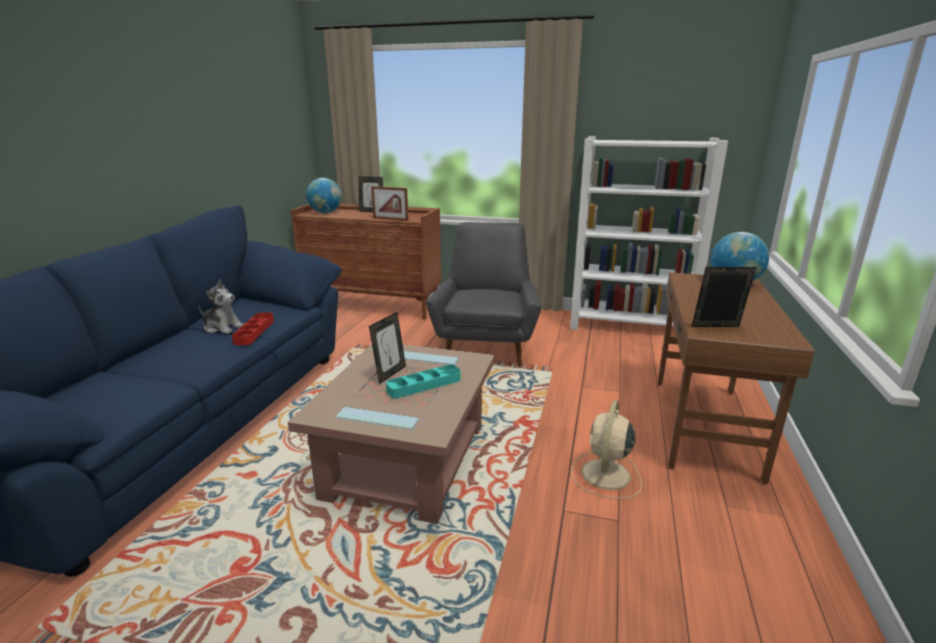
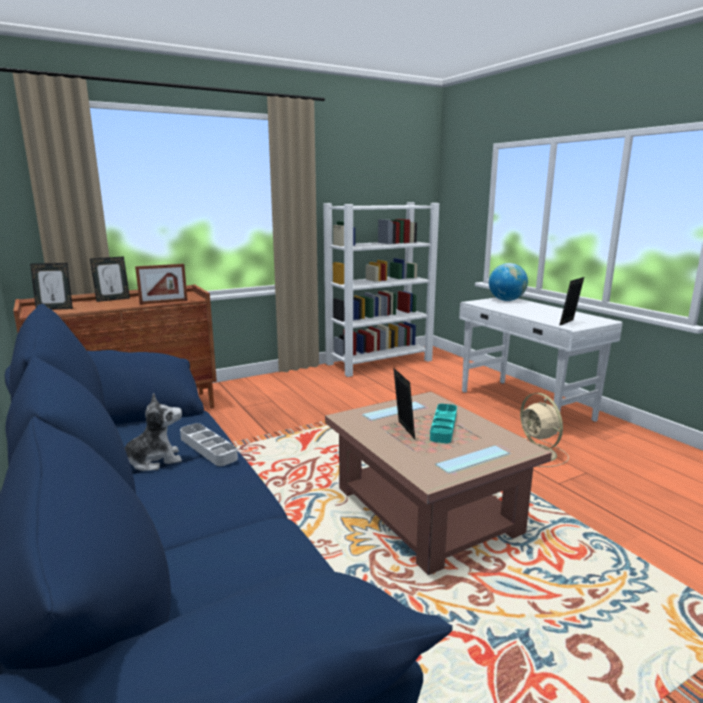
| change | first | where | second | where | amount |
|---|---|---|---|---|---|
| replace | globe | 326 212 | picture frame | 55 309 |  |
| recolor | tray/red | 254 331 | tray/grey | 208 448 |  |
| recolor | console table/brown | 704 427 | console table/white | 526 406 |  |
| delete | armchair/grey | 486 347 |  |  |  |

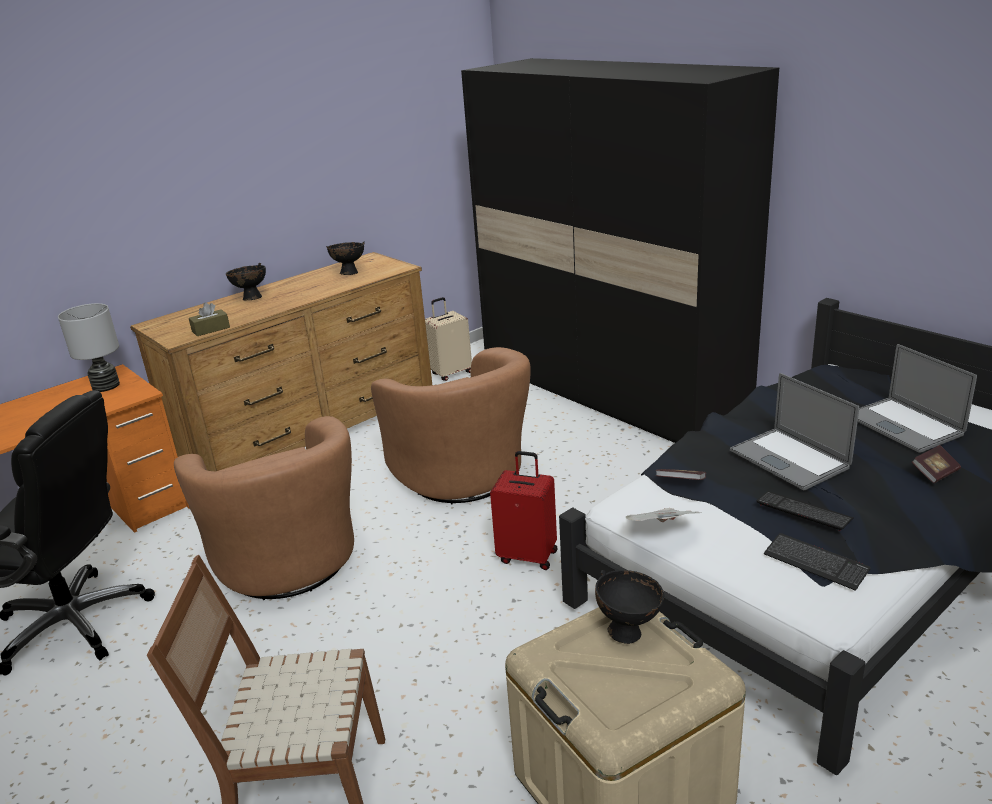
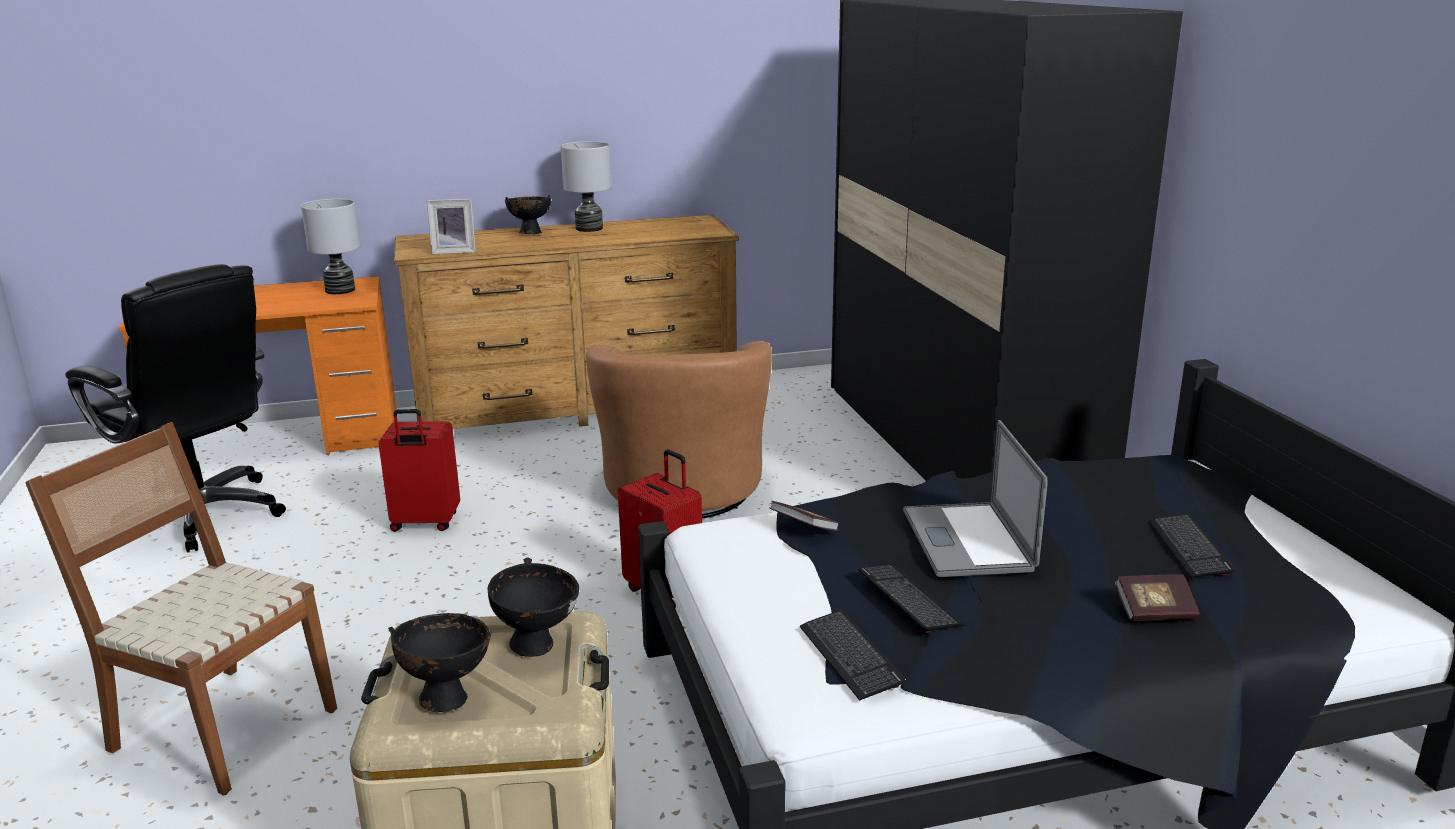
| change | first | where | second | where | amount |
|---|---|---|---|---|---|
| replace | armchair/brown | 288 564 | suitcase/red | 425 523 |  |
| move | bowl/black | 349 273 |  | 446 698 |  |
| replace | tissue box/brown | 211 329 | picture frame | 454 251 |  |
| insert |  |  | table lamp/grey | 589 228 |  |
| replace | laptop | 903 425 | keyboard | 1189 548 |  |
| delete | suitcase/beige | 451 373 |  |  |  |
| delete | newspaper | 661 531 |  |  |  |

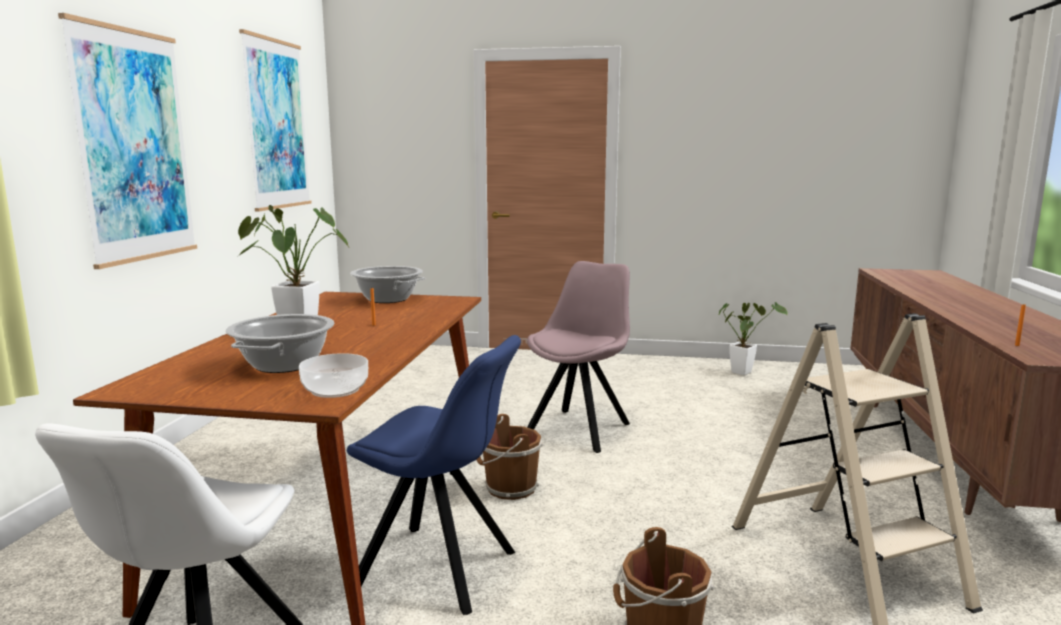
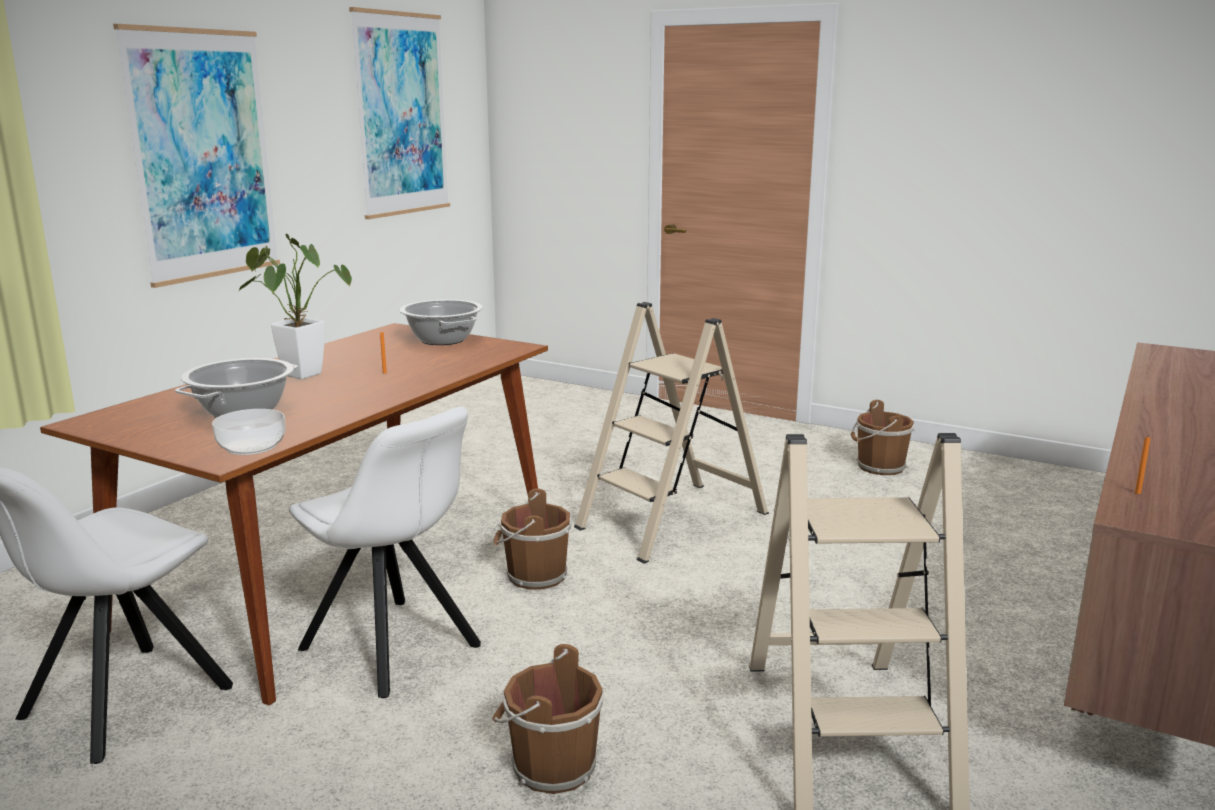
| change | first | where | second | where | amount |
|---|---|---|---|---|---|
| recolor | chair/blue | 438 568 | chair/white | 392 647 |  |
| replace | chair/pink | 579 430 | step ladder/beige | 675 519 |  |
| insert |  |  | bucket/brown | 878 467 |  |
| delete | potted plant | 744 372 |  |  |  |

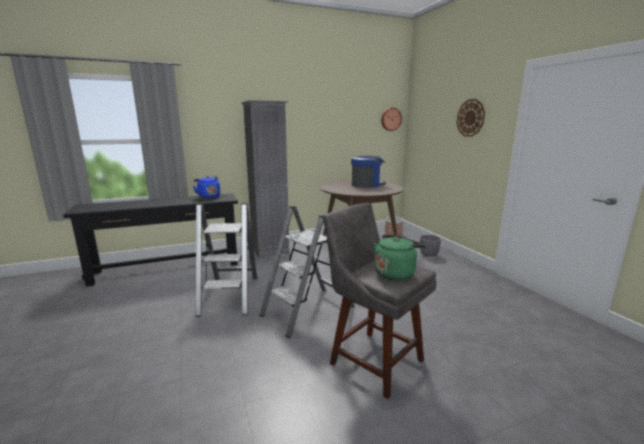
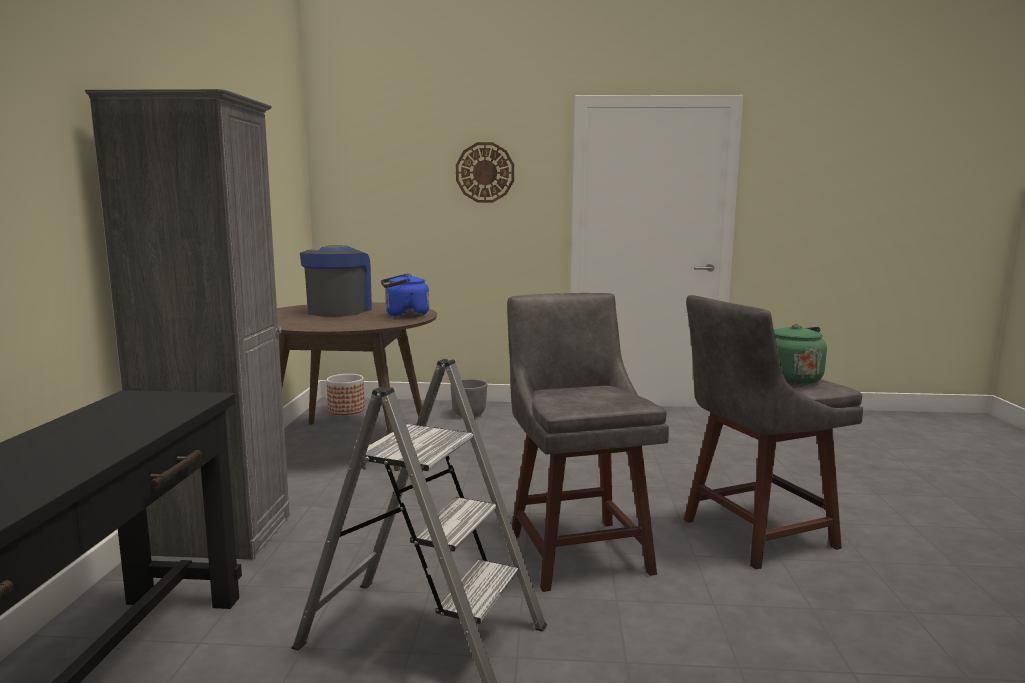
| change | first | where | second | where | amount |
|---|---|---|---|---|---|
| move | kettle/blue | 208 197 |  | 404 315 |  |
| replace | step ladder/grey | 309 310 | stool/grey | 577 550 |  |
| delete | wall clock | 390 119 |  |  |  |

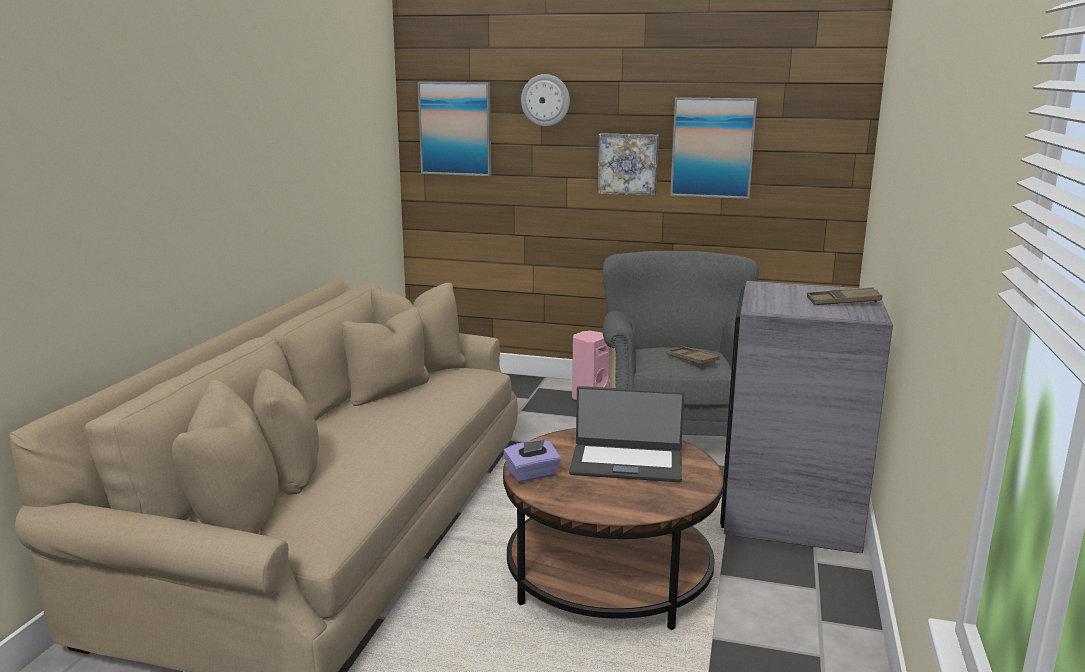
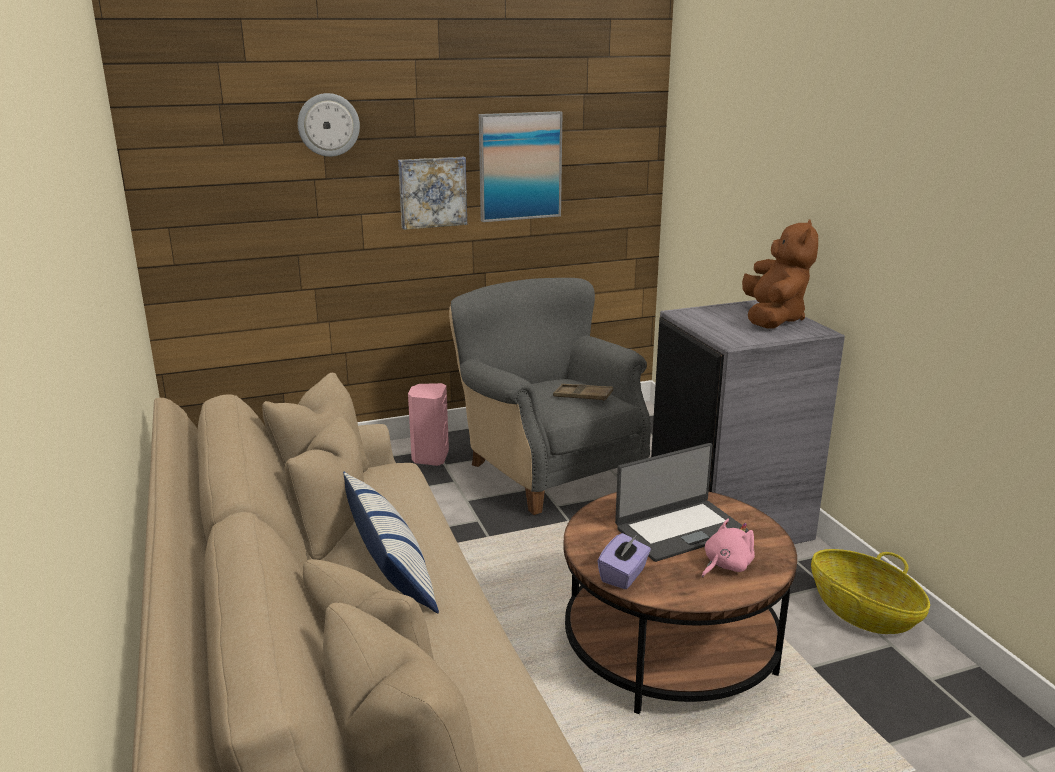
| change | first | where | second | where | amount |
|---|---|---|---|---|---|
| insert |  |  | pillow | 391 569 |  |
| insert |  |  | plush toy/pink | 725 565 |  |
| replace | tray/brown | 843 302 | plush toy/brown | 772 319 |  |
| insert |  |  | basket | 862 612 |  |
| delete | picture | 455 128 |  |  |  |

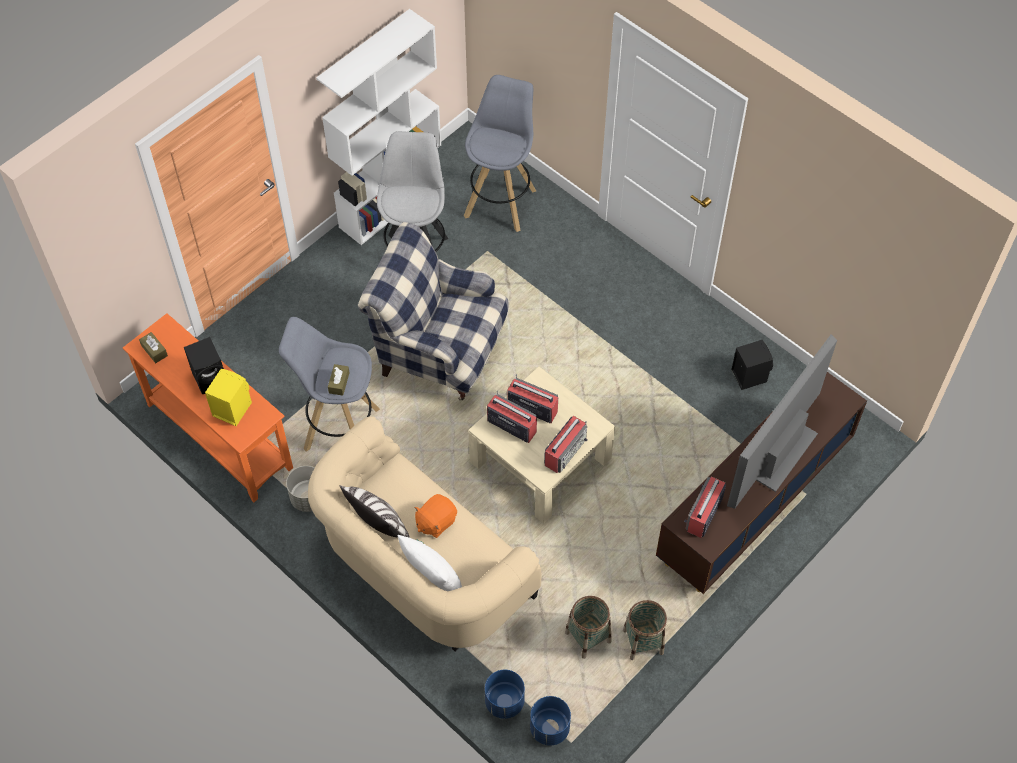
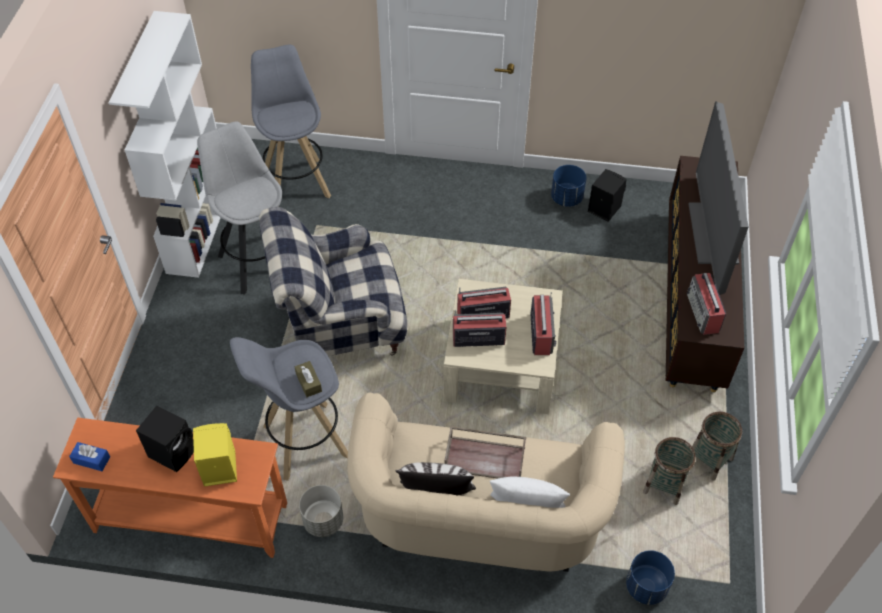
| change | first | where | second | where | amount |
|---|---|---|---|---|---|
| recolor | tissue box/brown | 154 350 | tissue box/blue | 91 460 |  |
| replace | plush toy/orange | 435 521 | tray/brown | 485 458 |  |
| move | planter/blue | 549 728 |  | 566 198 |  |

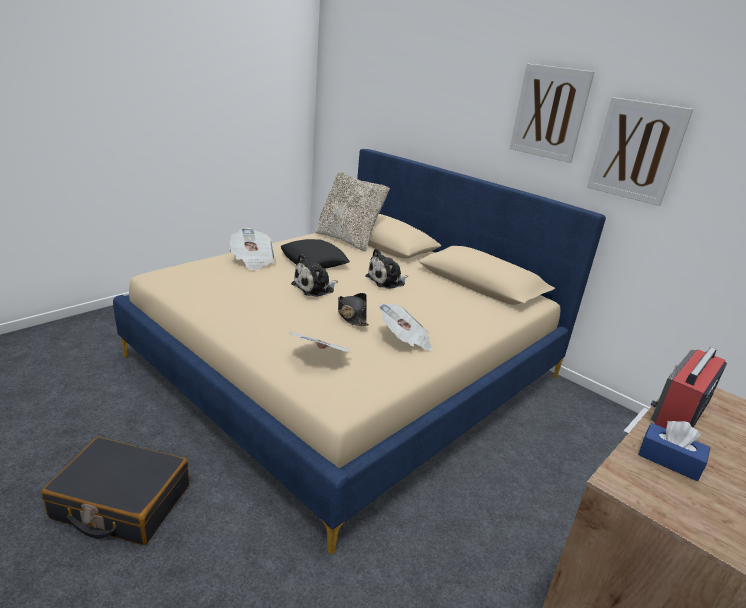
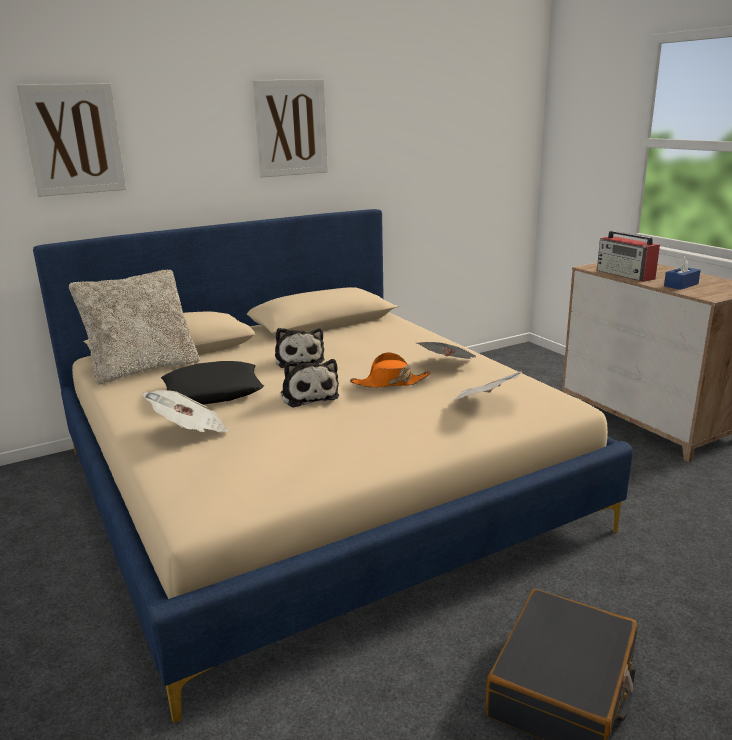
| change | first | where | second | where | amount |
|---|---|---|---|---|---|
| move | picture | 636 151 |  | 73 140 |  |
| recolor | hat/black | 351 315 | hat/orange | 390 383 |  |

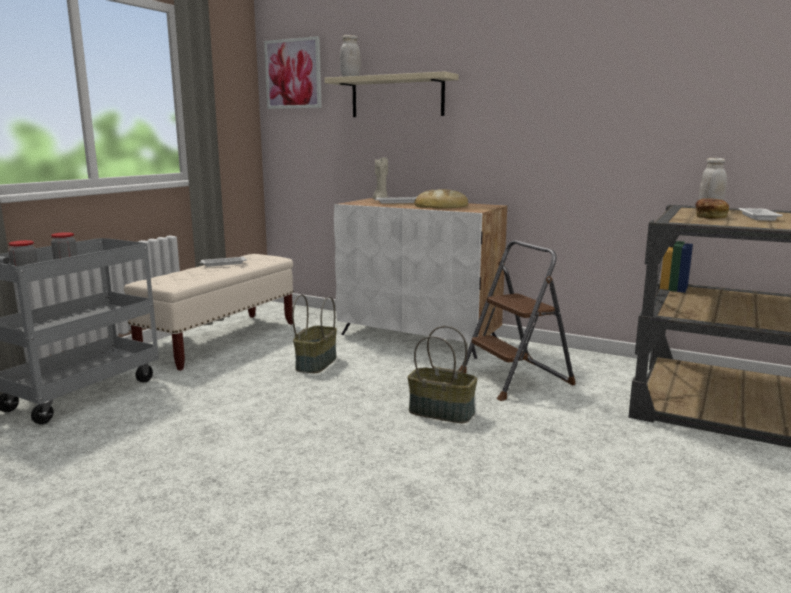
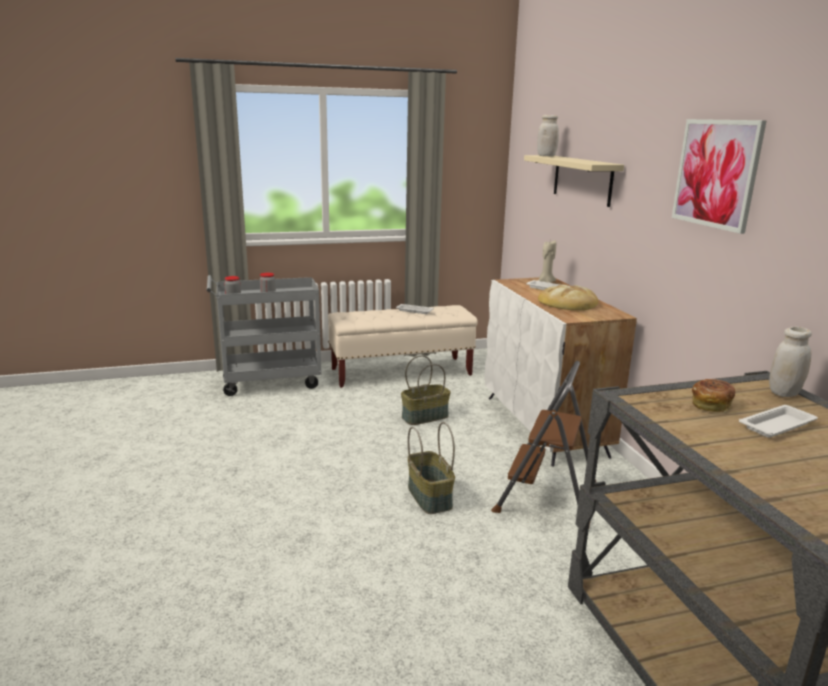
| change | first | where | second | where | amount |
|---|---|---|---|---|---|
| move | picture | 293 74 |  | 716 173 |  |

